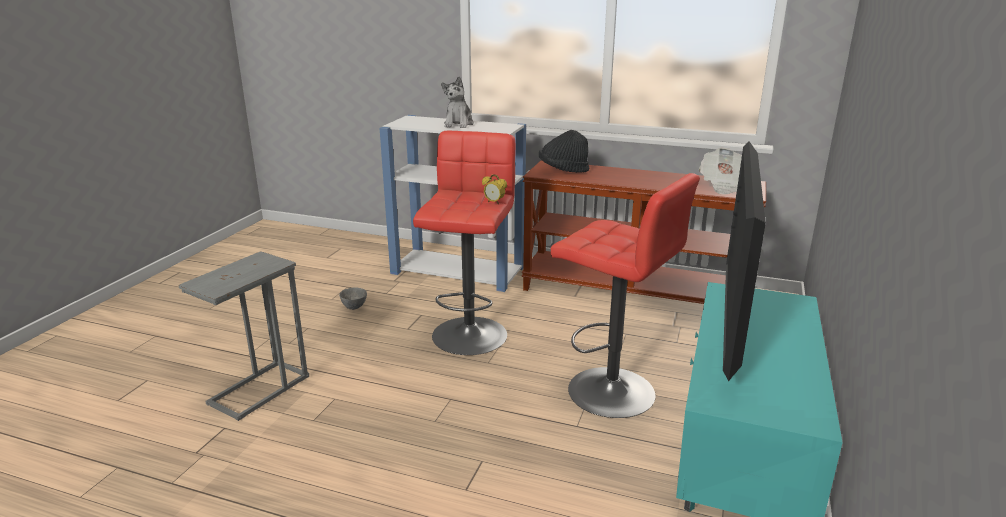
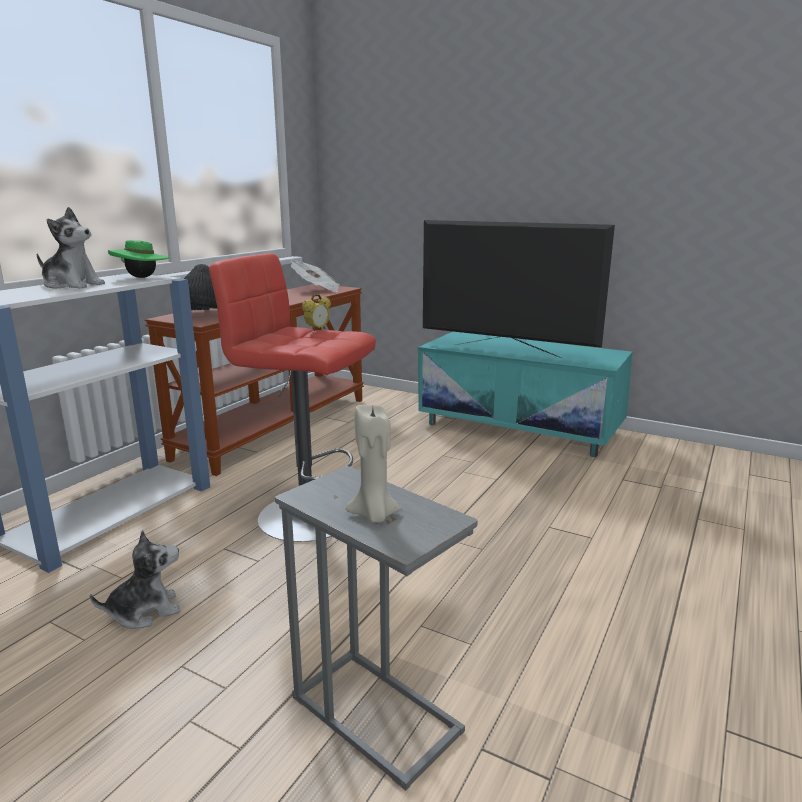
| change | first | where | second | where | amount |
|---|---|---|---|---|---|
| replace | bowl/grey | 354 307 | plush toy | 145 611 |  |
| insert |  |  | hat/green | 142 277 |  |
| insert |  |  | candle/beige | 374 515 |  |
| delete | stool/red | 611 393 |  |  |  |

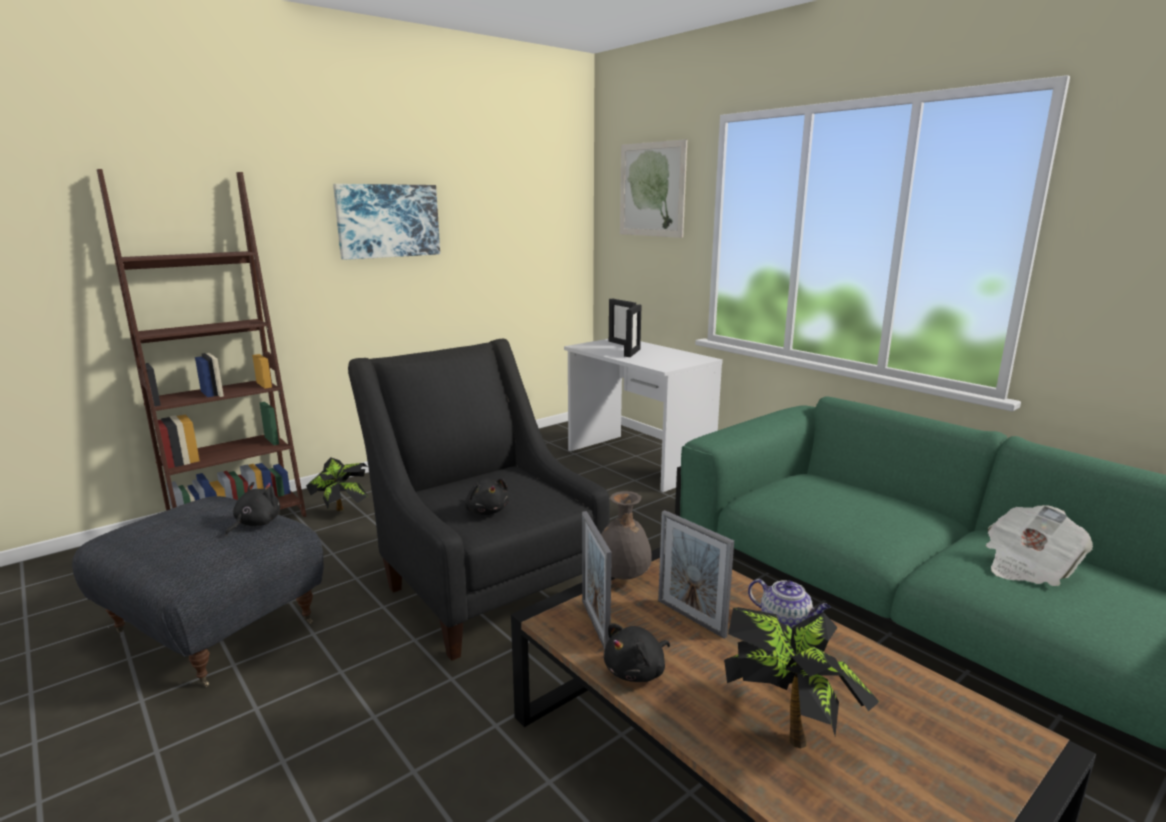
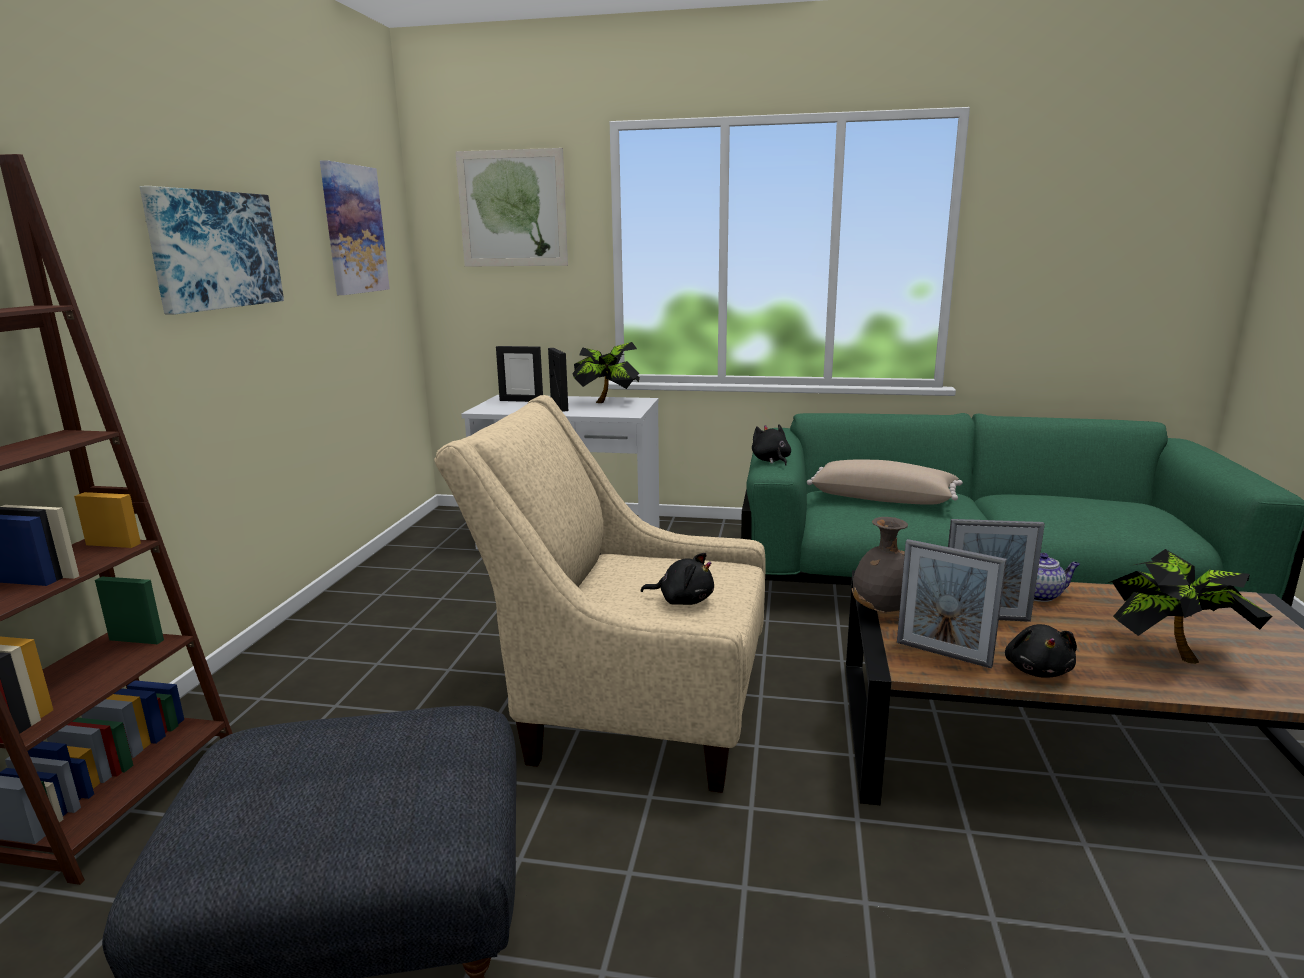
| change | first | where | second | where | amount |
|---|---|---|---|---|---|
| insert |  |  | picture | 353 229 |  |
| recolor | armchair/black | 485 585 | armchair/beige | 626 710 |  |
| move | potted plant | 341 512 |  | 608 403 |  |
| move | plush toy/black | 255 524 |  | 771 460 |  |
| insert |  |  | pillow/beige | 883 498 |  |
| delete | newspaper | 1028 566 |  |  |  |

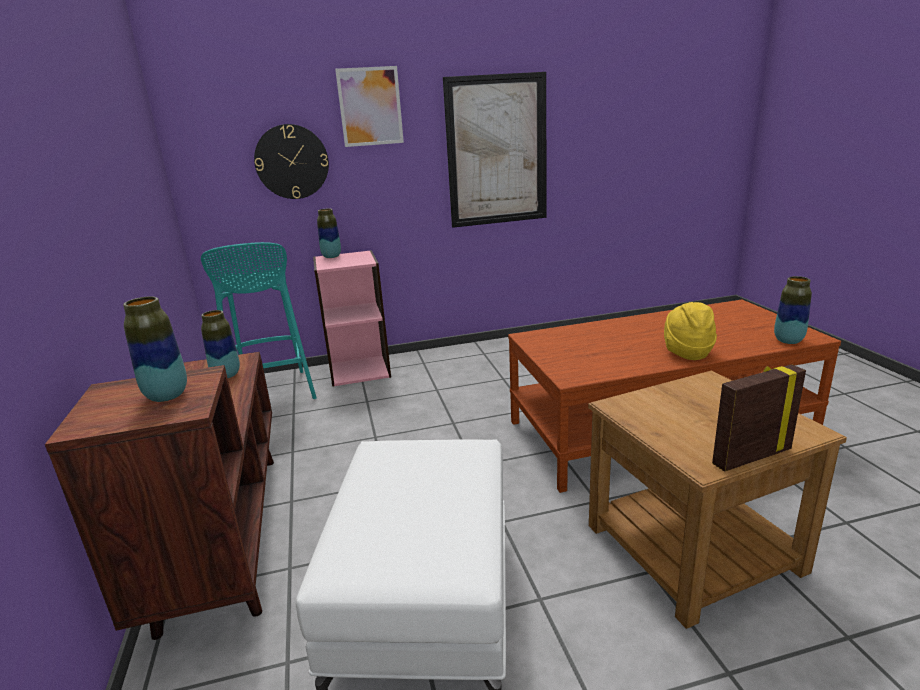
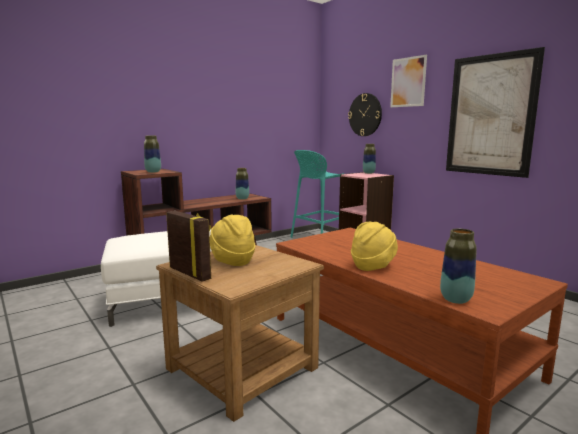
| change | first | where | second | where | amount |
|---|---|---|---|---|---|
| insert |  |  | hat/yellow | 232 261 |  |

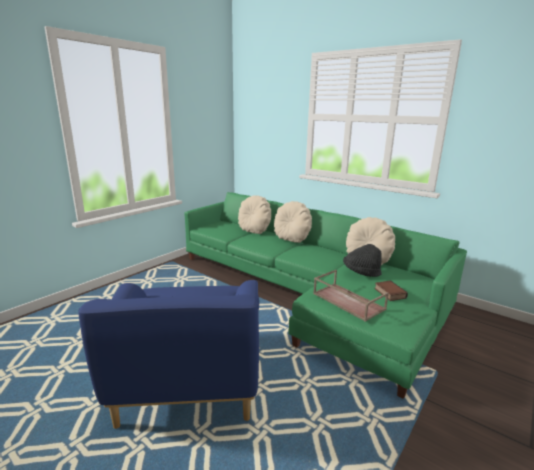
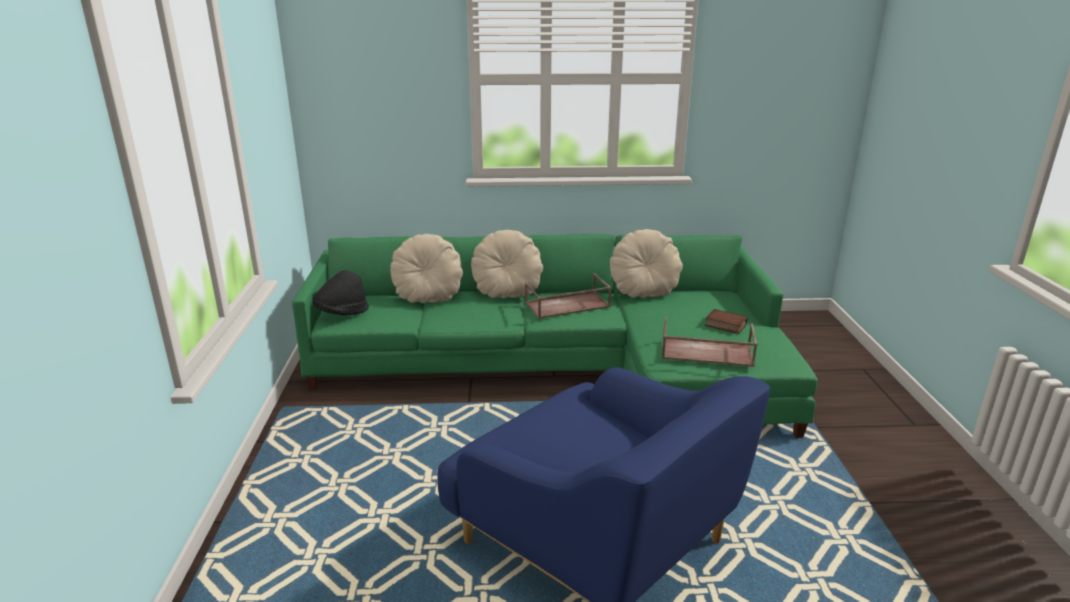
| change | first | where | second | where | amount |
|---|---|---|---|---|---|
| move | hat/black | 361 272 |  | 342 313 |  |
| insert |  |  | tray/brown | 567 305 |  |

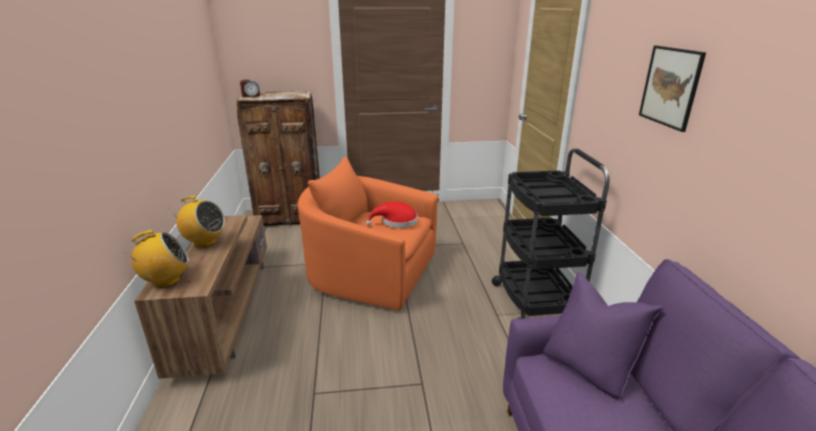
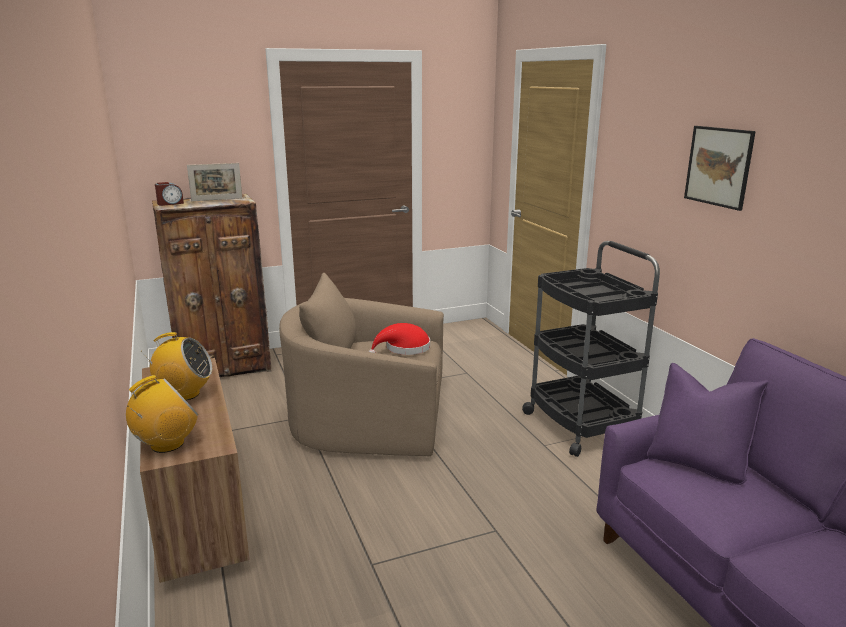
| change | first | where | second | where | amount |
|---|---|---|---|---|---|
| insert |  |  | picture frame | 217 199 |  |
| recolor | armchair/orange | 370 273 | armchair/beige | 369 421 |  |

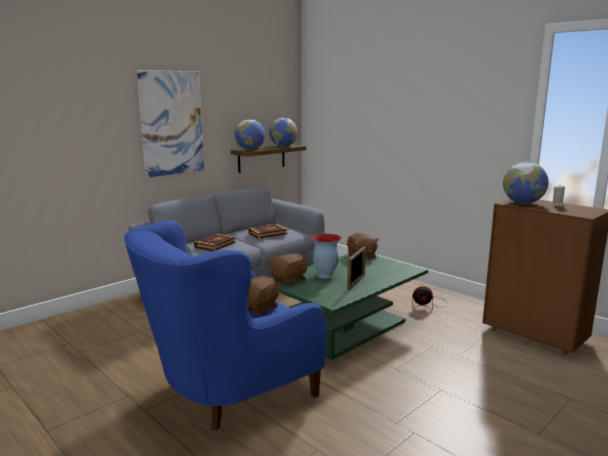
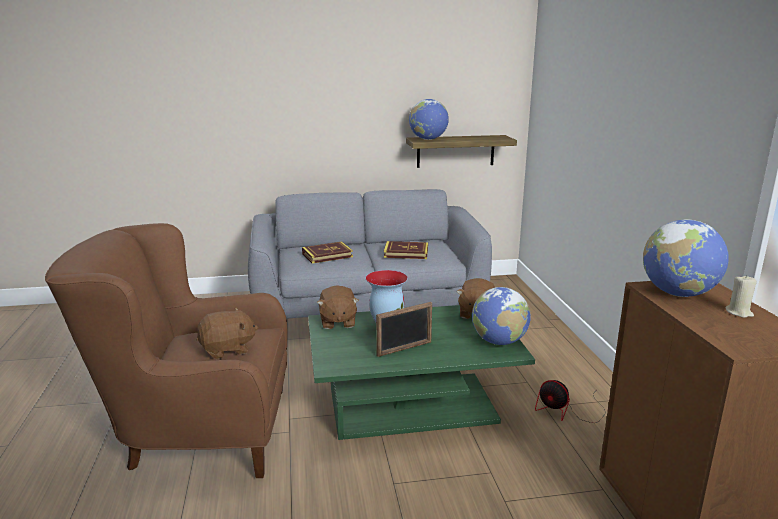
| change | first | where | second | where | amount |
|---|---|---|---|---|---|
| recolor | armchair/blue | 227 392 | armchair/brown | 194 433 |  |
| rotate | plush toy/brown | 289 280 |  | 337 322 | 90 degrees clockwise |
| move | globe | 283 146 |  | 499 341 |  |
| delete | picture | 172 123 |  |  |  |

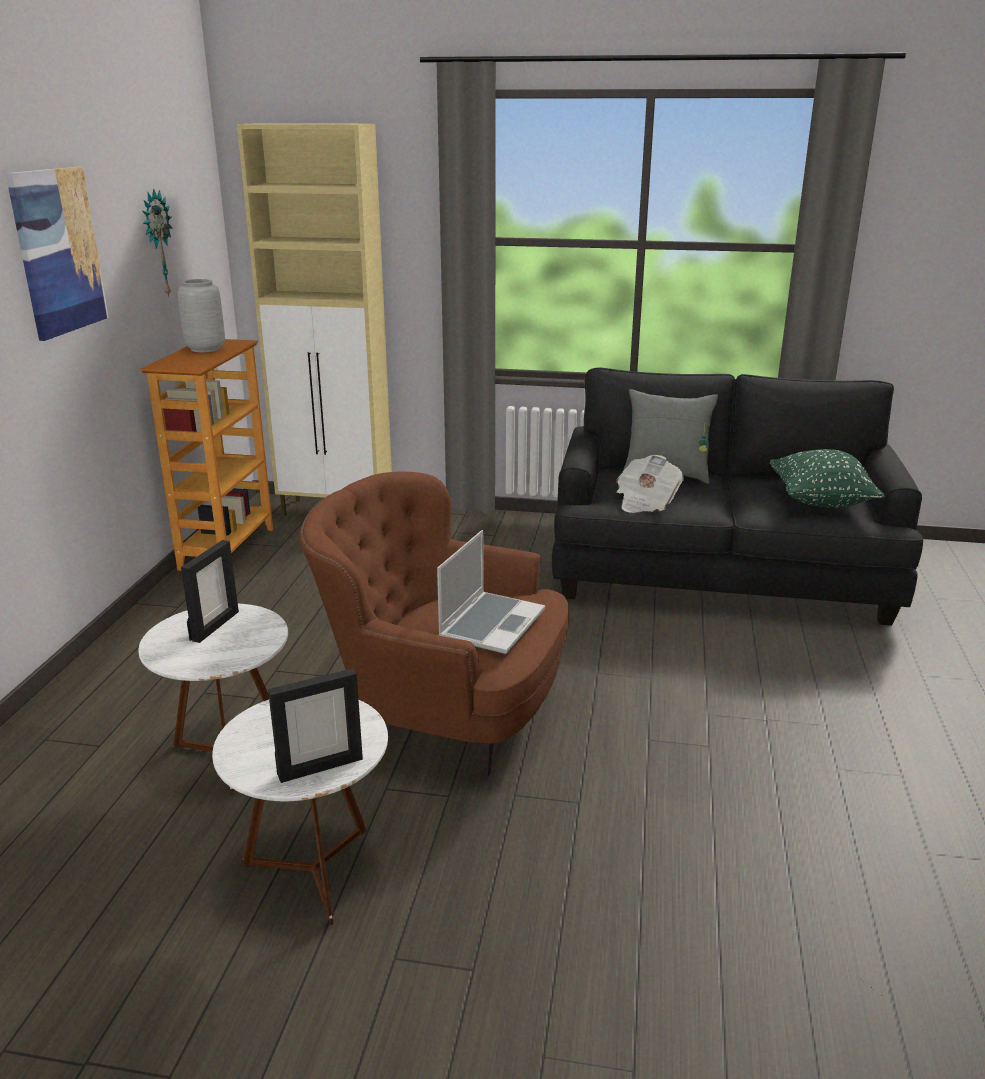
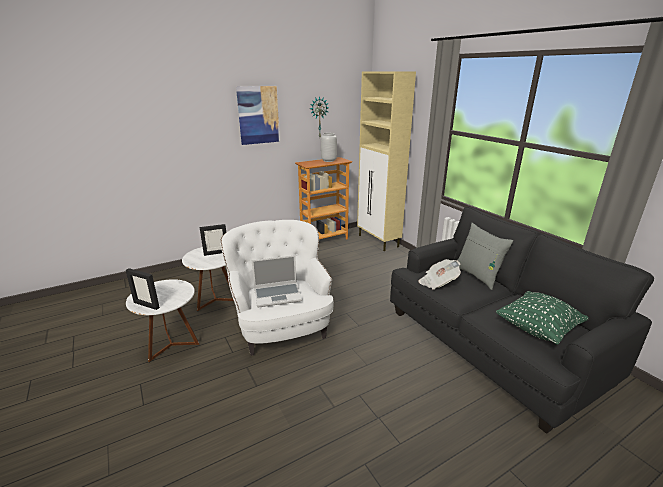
| change | first | where | second | where | amount |
|---|---|---|---|---|---|
| recolor | armchair/brown | 443 711 | armchair/white | 281 325 |  |

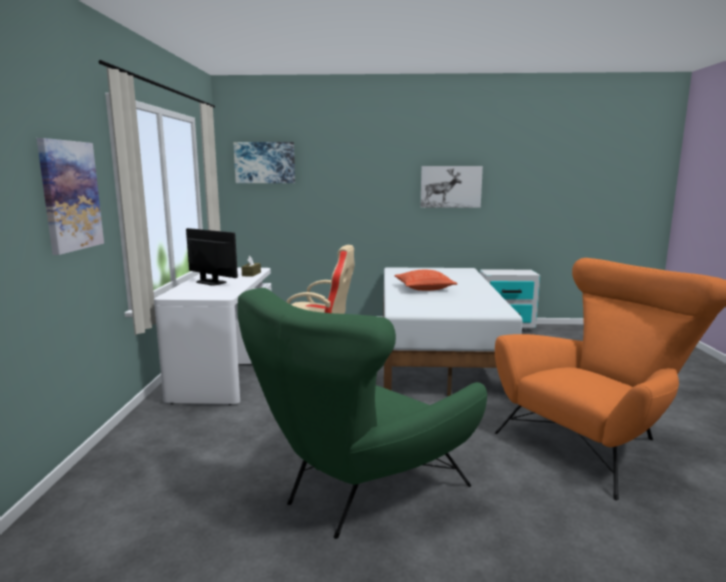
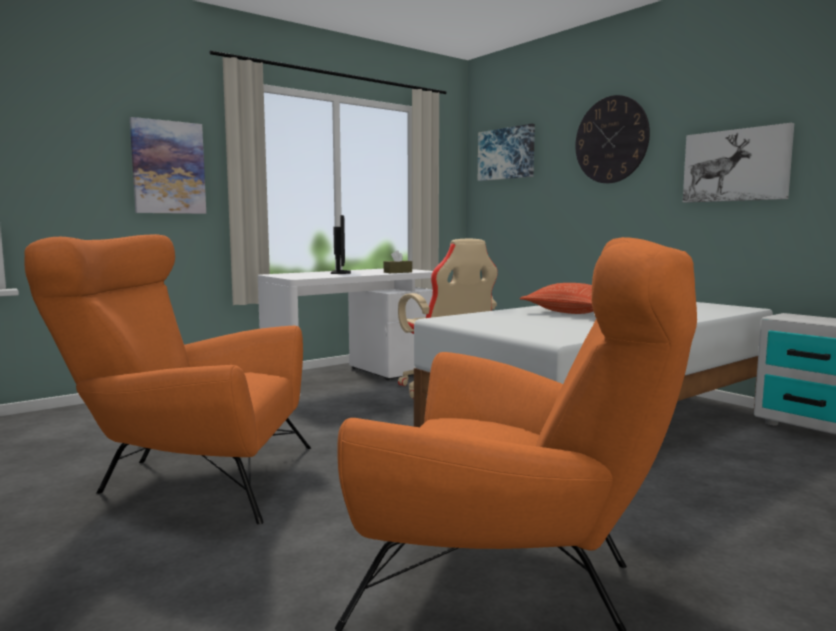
| change | first | where | second | where | amount |
|---|---|---|---|---|---|
| recolor | armchair/green | 358 491 | armchair/orange | 189 478 |  |
| insert |  |  | wall clock | 611 140 |  |

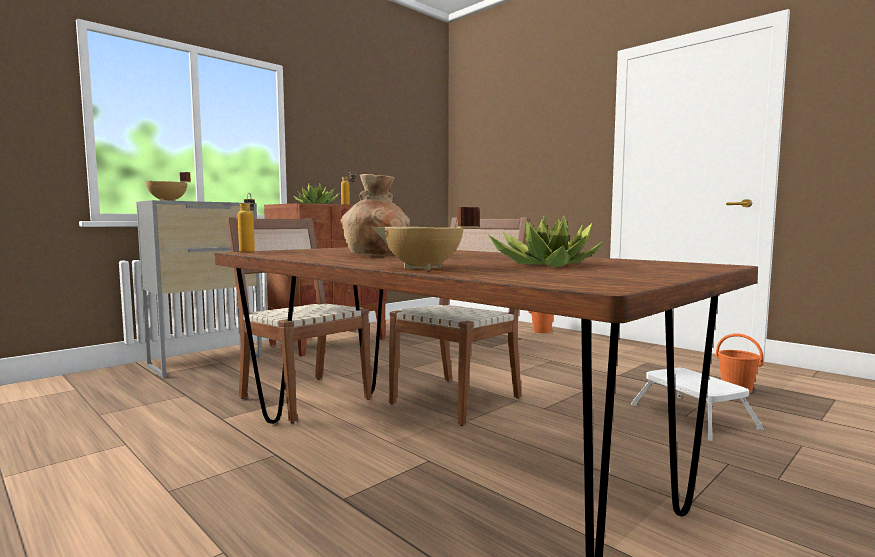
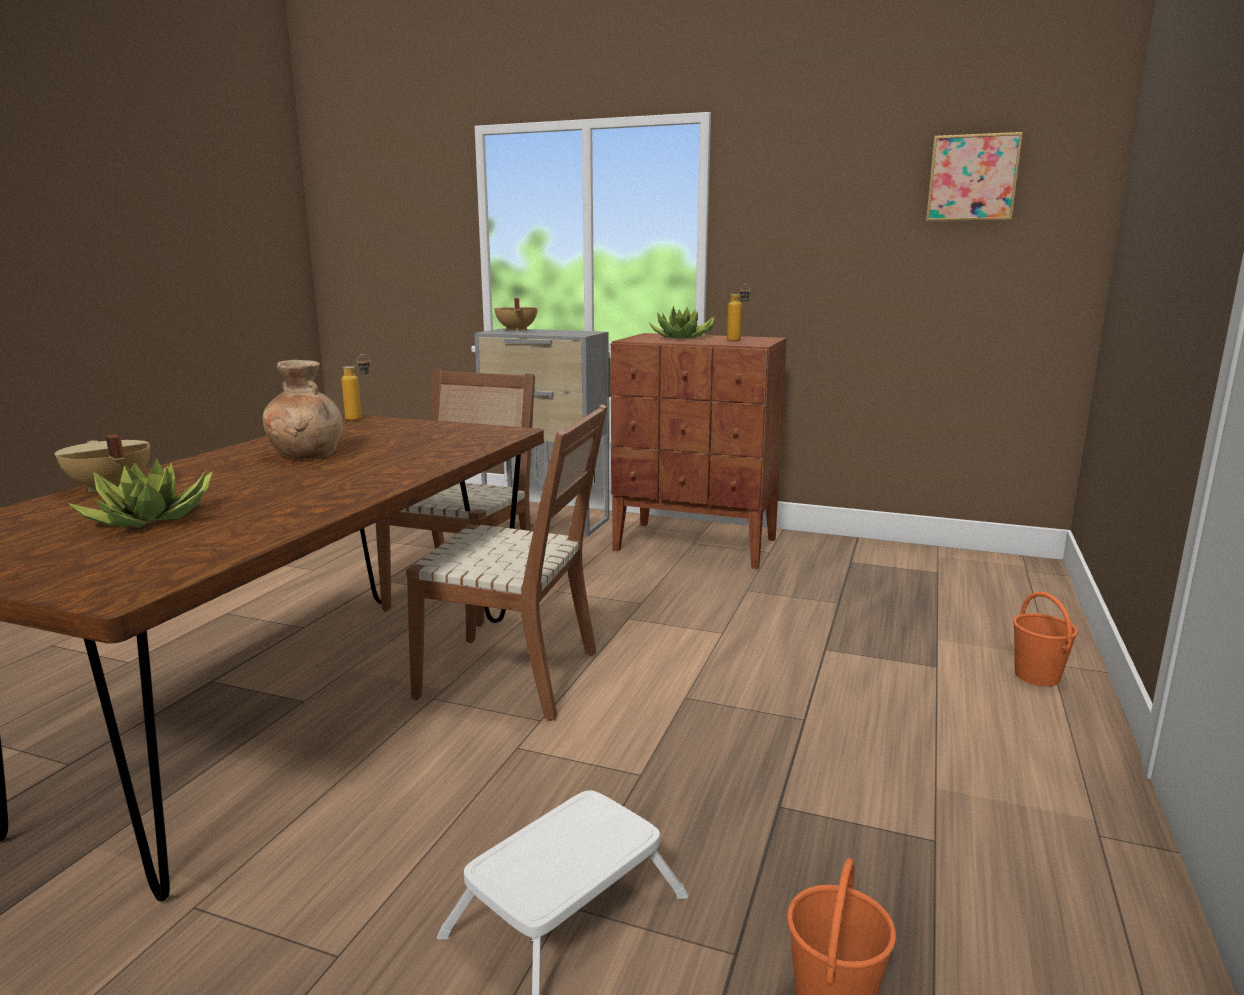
| change | first | where | second | where | amount |
|---|---|---|---|---|---|
| insert |  |  | picture | 972 178 |  |

